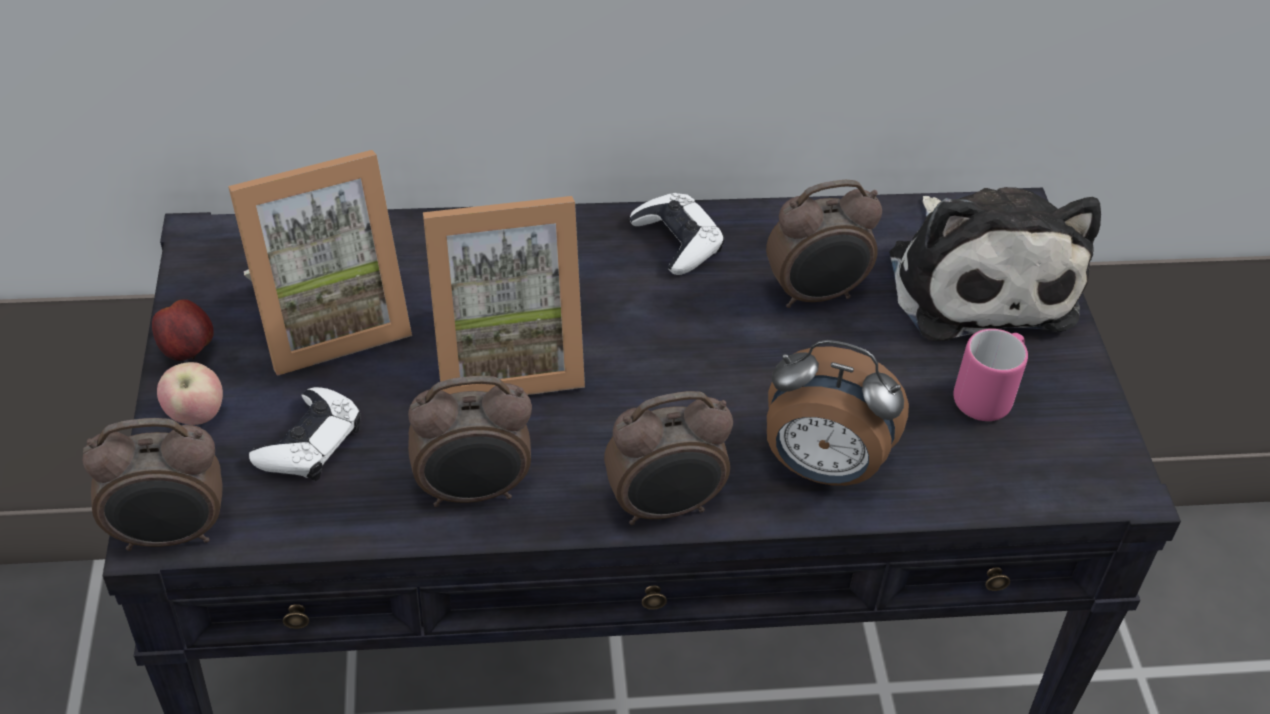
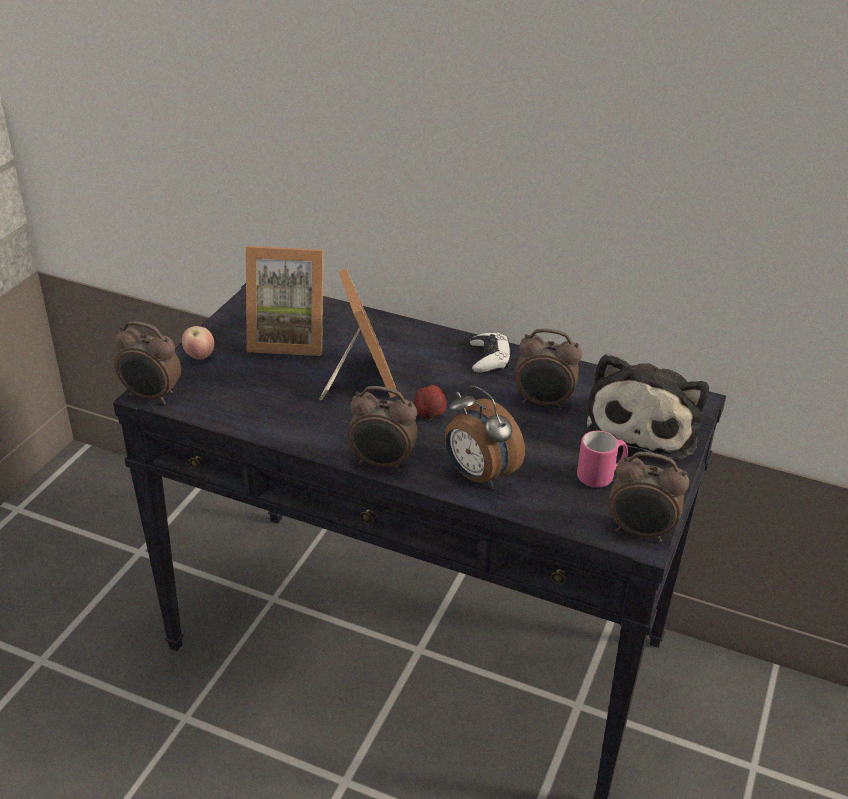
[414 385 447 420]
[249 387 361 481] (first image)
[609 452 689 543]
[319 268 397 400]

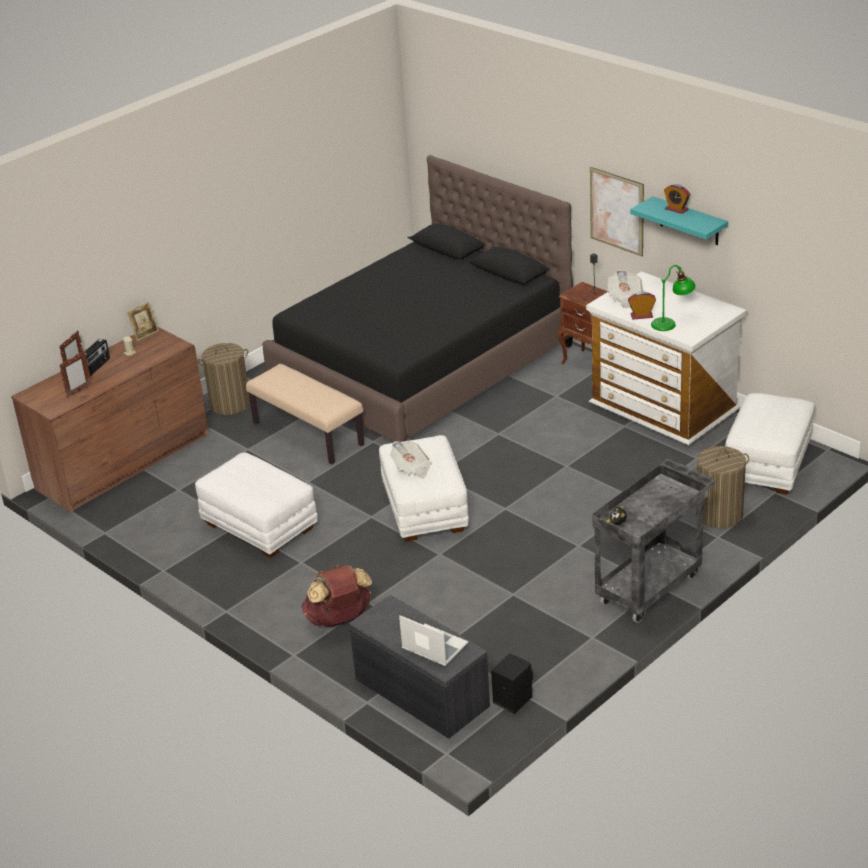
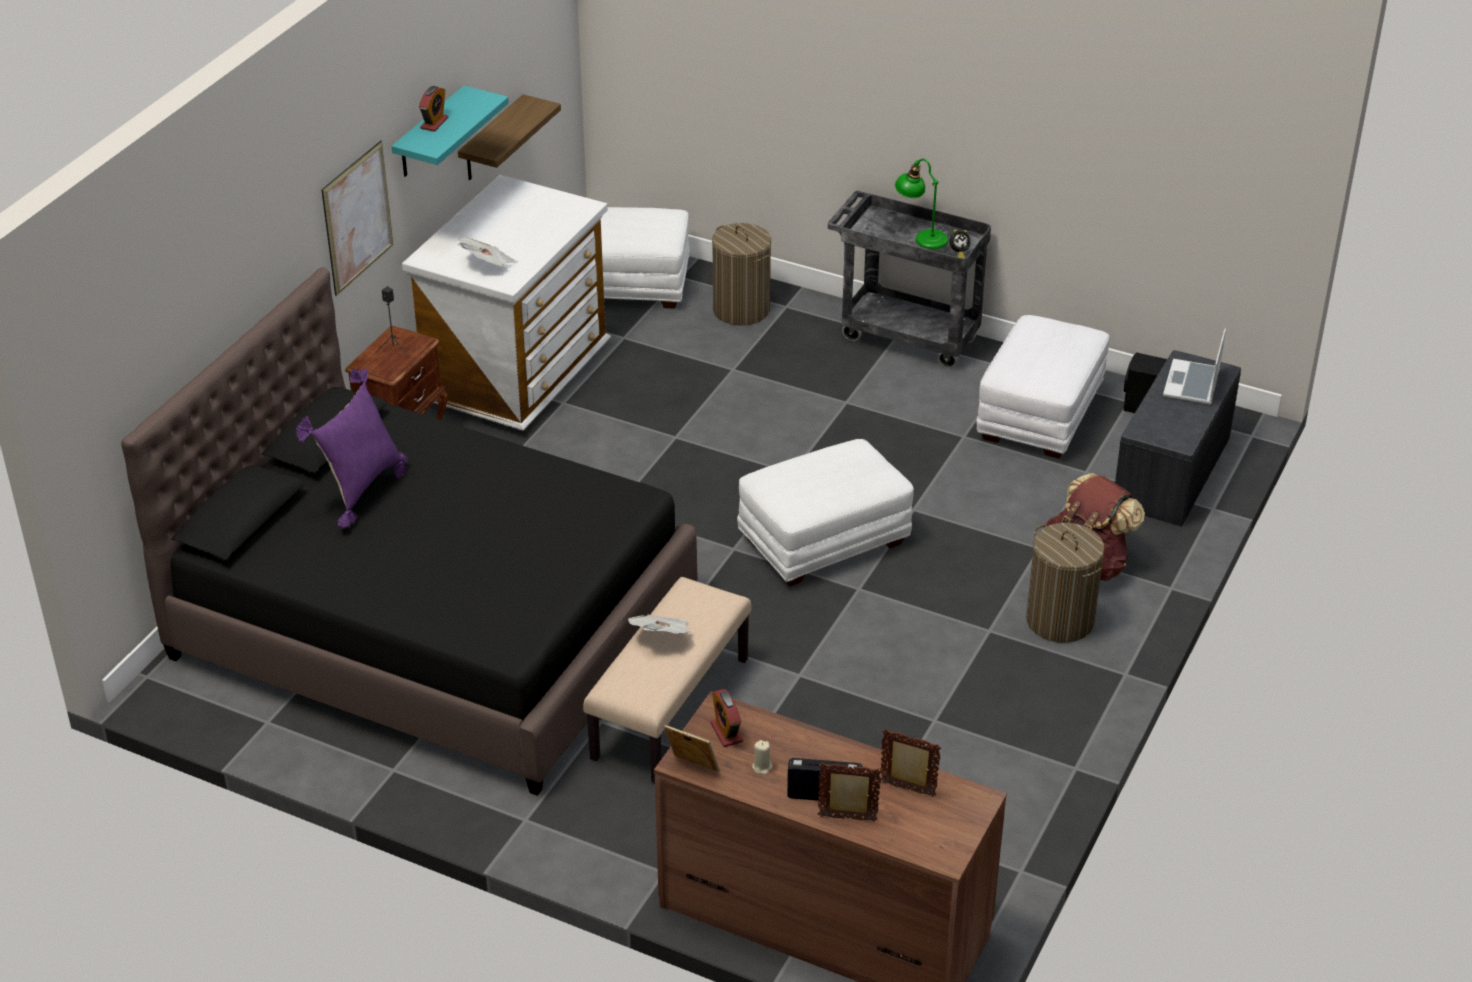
[976 315 1109 458]
[1026 523 1105 643]
[628 615 691 634]
[710 689 743 747]
[895 159 948 249]
[296 368 408 529]
[458 94 561 180]

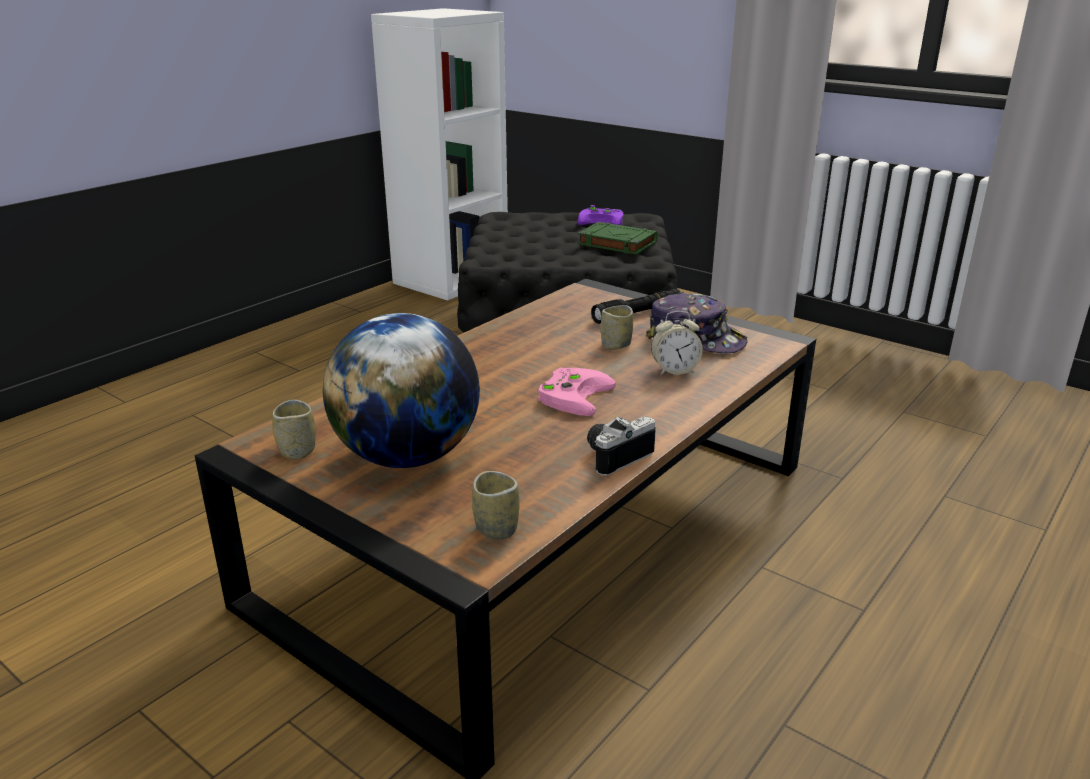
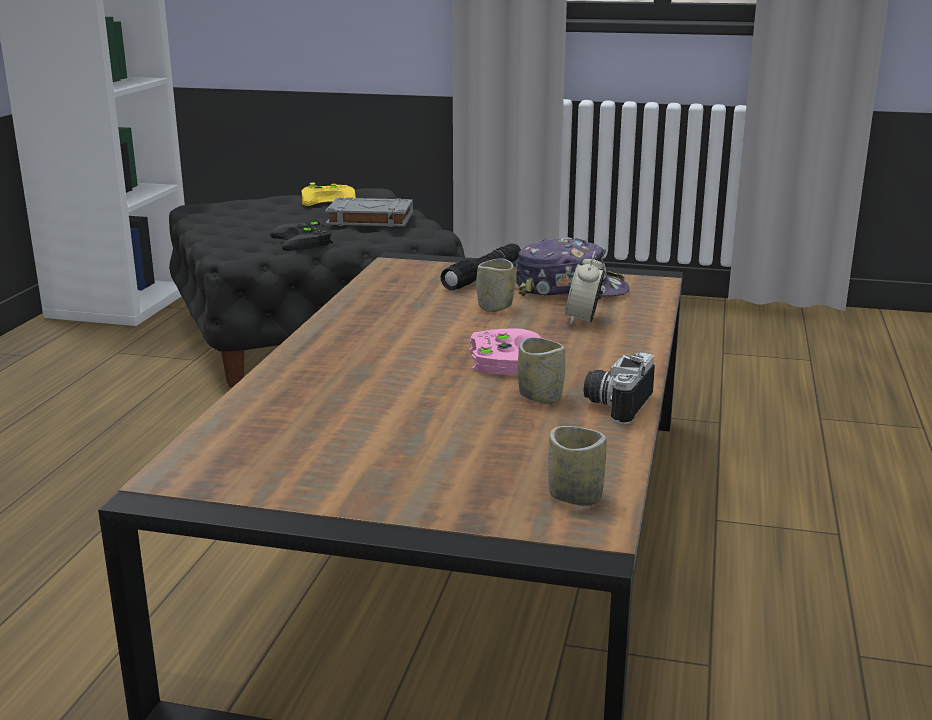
[518 337 565 404]
[323 313 480 468] (first image)
[301 183 356 206]
[325 197 413 227]
[565 251 605 325]
[270 219 333 251]

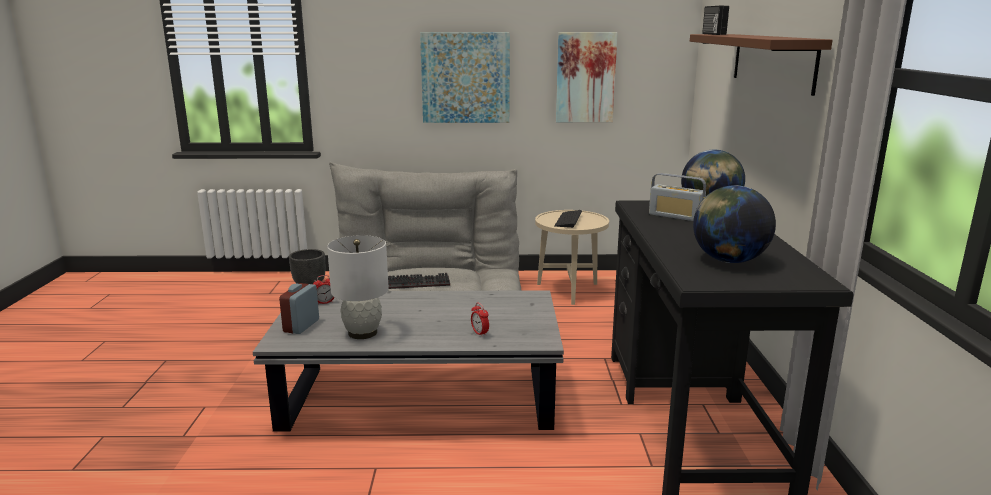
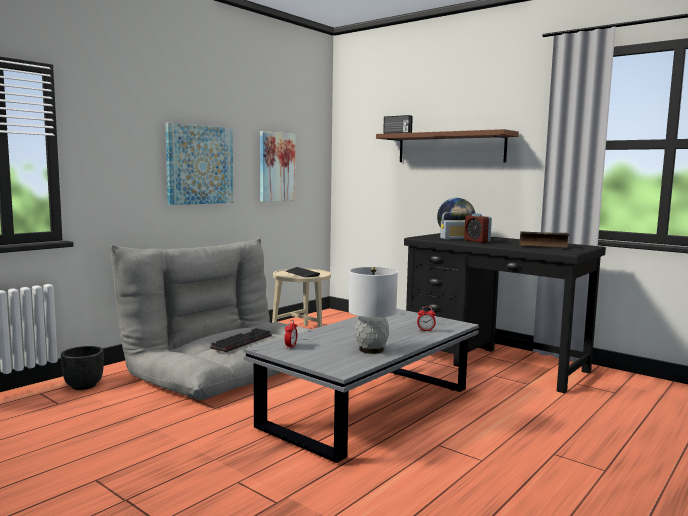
[464 213 492 243]
[519 231 570 248]

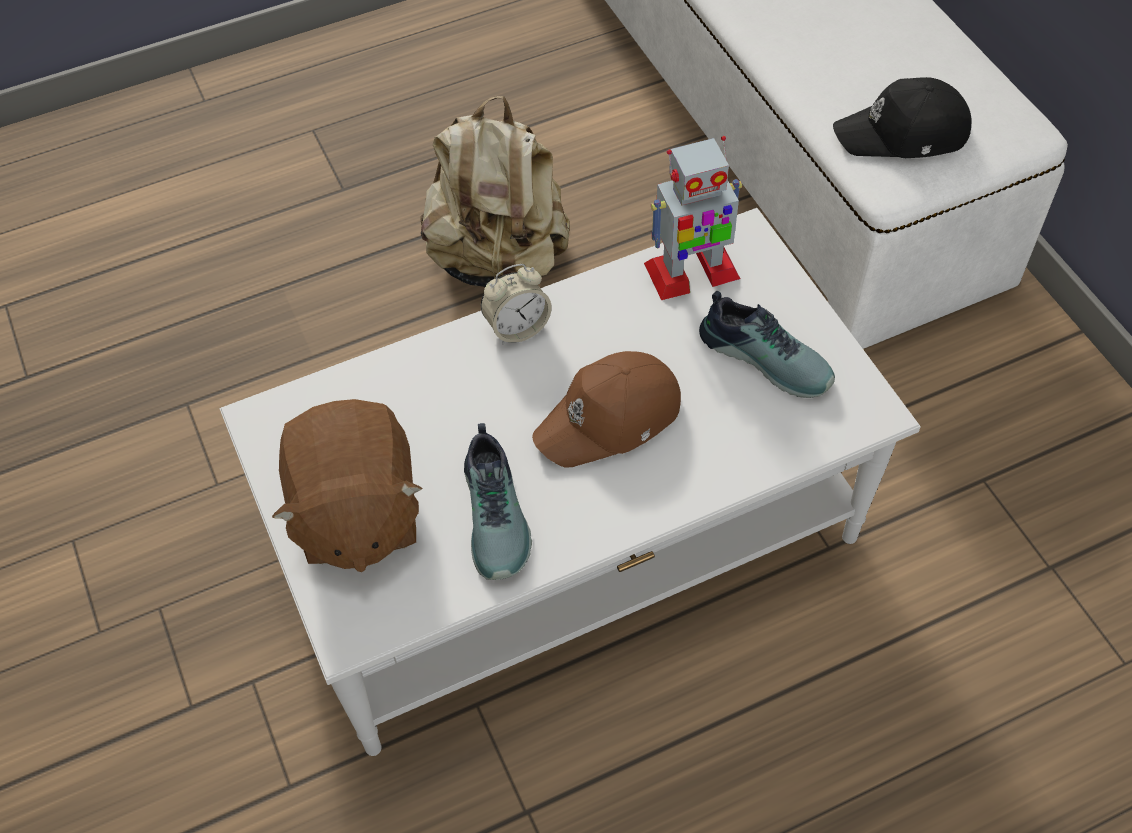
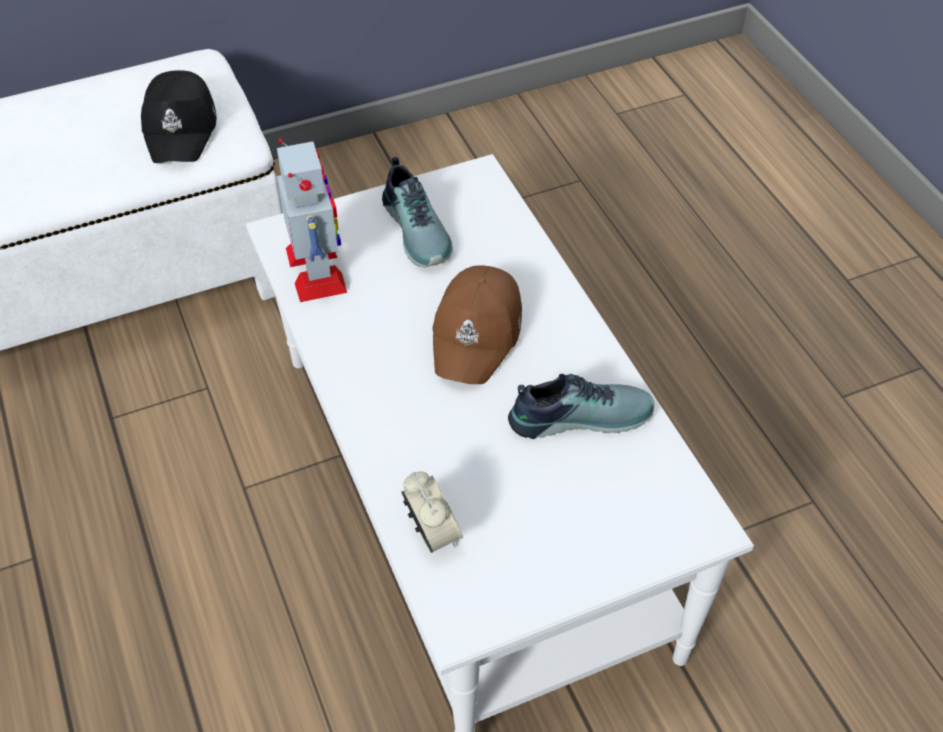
[272 399 422 572] (first image)
[420 96 570 287] (first image)
[401 472 463 553]
[432 265 522 384]
[382 157 453 267]

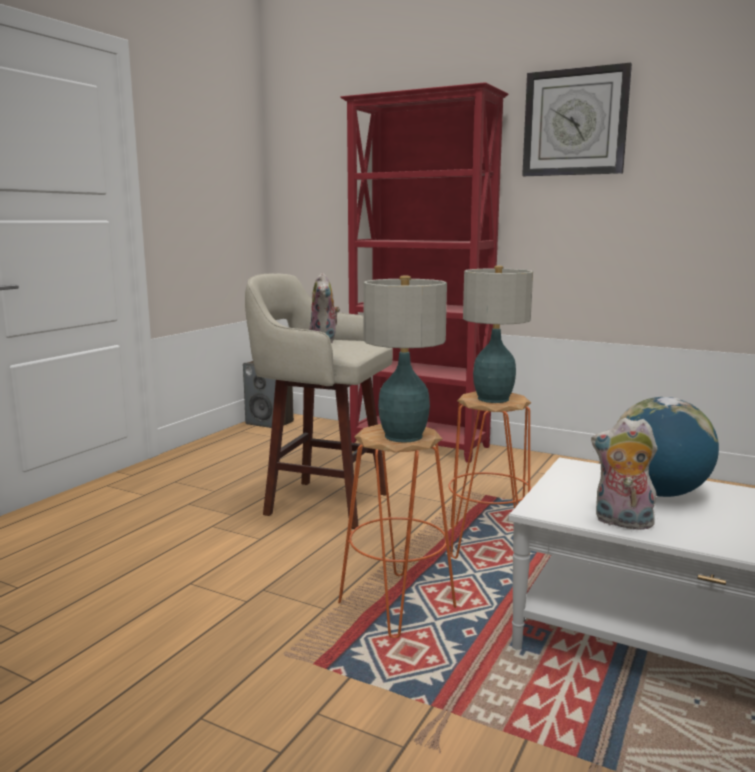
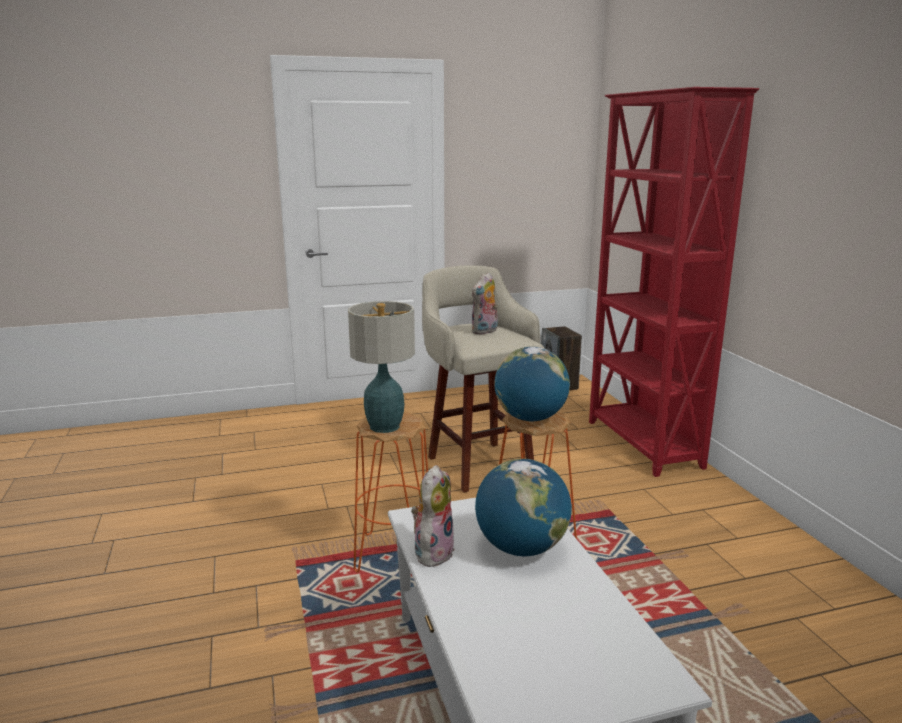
[494 347 570 421]
[522 63 632 176] (first image)
[411 465 455 567]

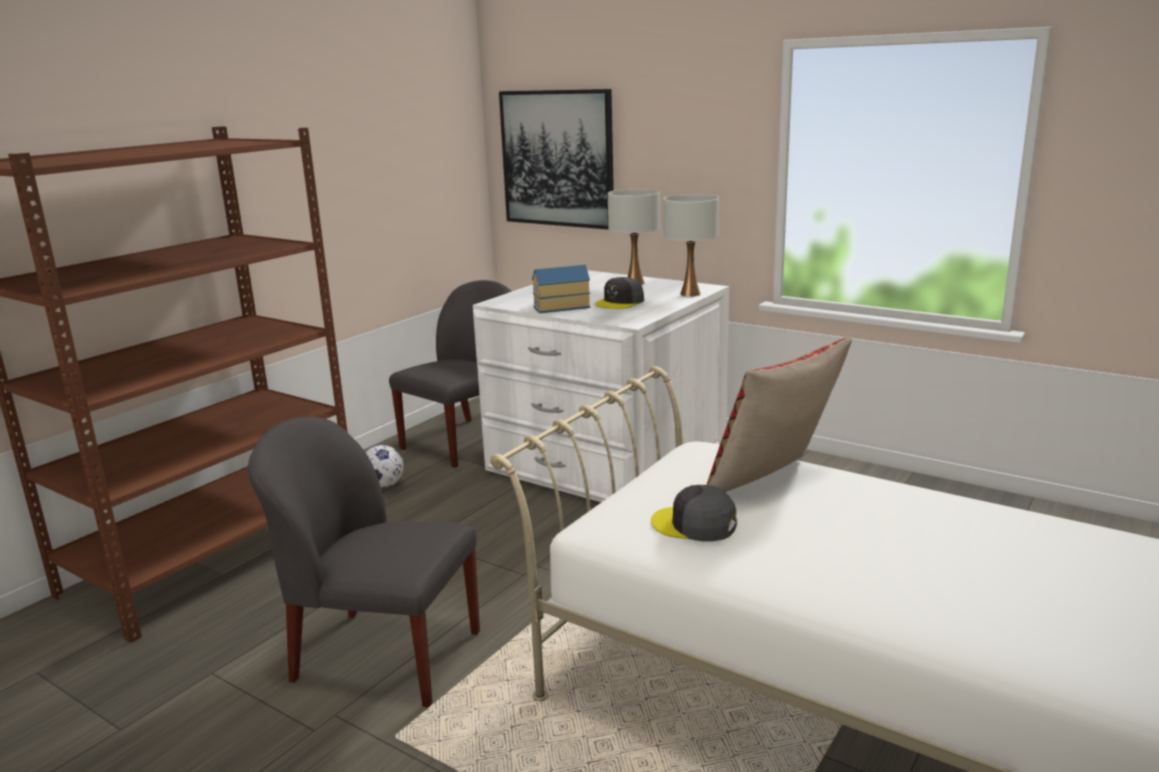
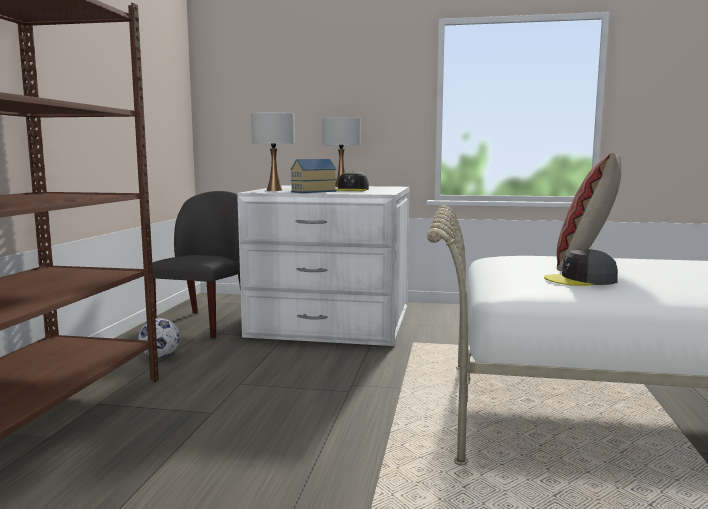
[248 417 480 708] (first image)
[499 89 614 230] (first image)
[251 112 295 191]

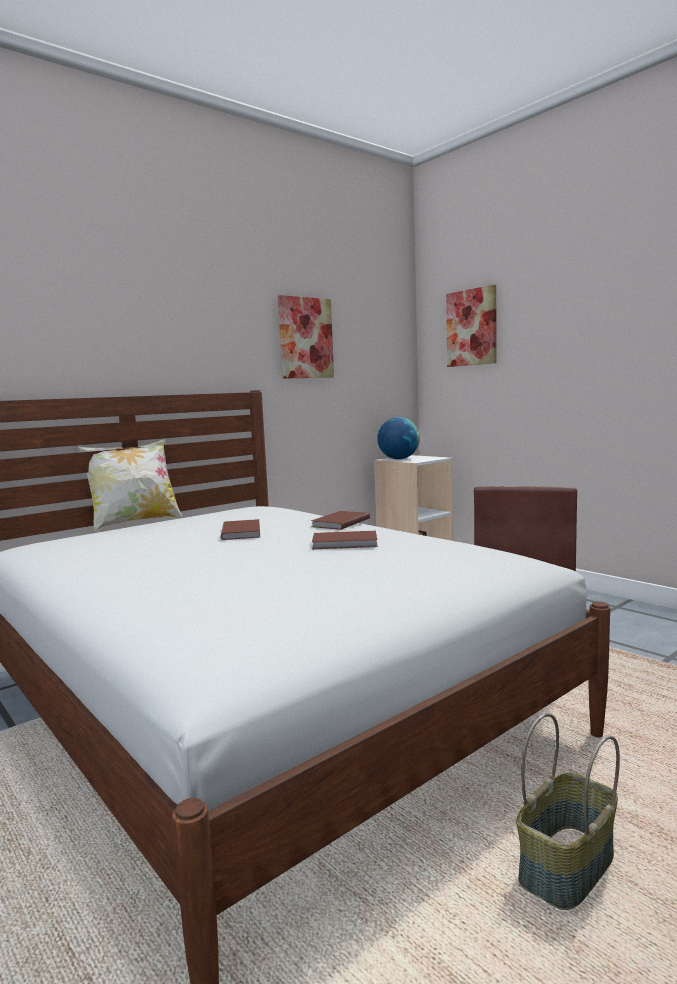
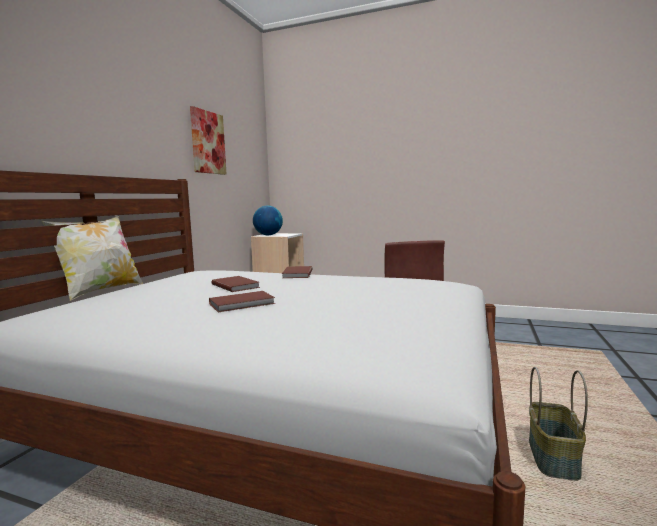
[209 291 275 312]
[446 285 497 367] (first image)

